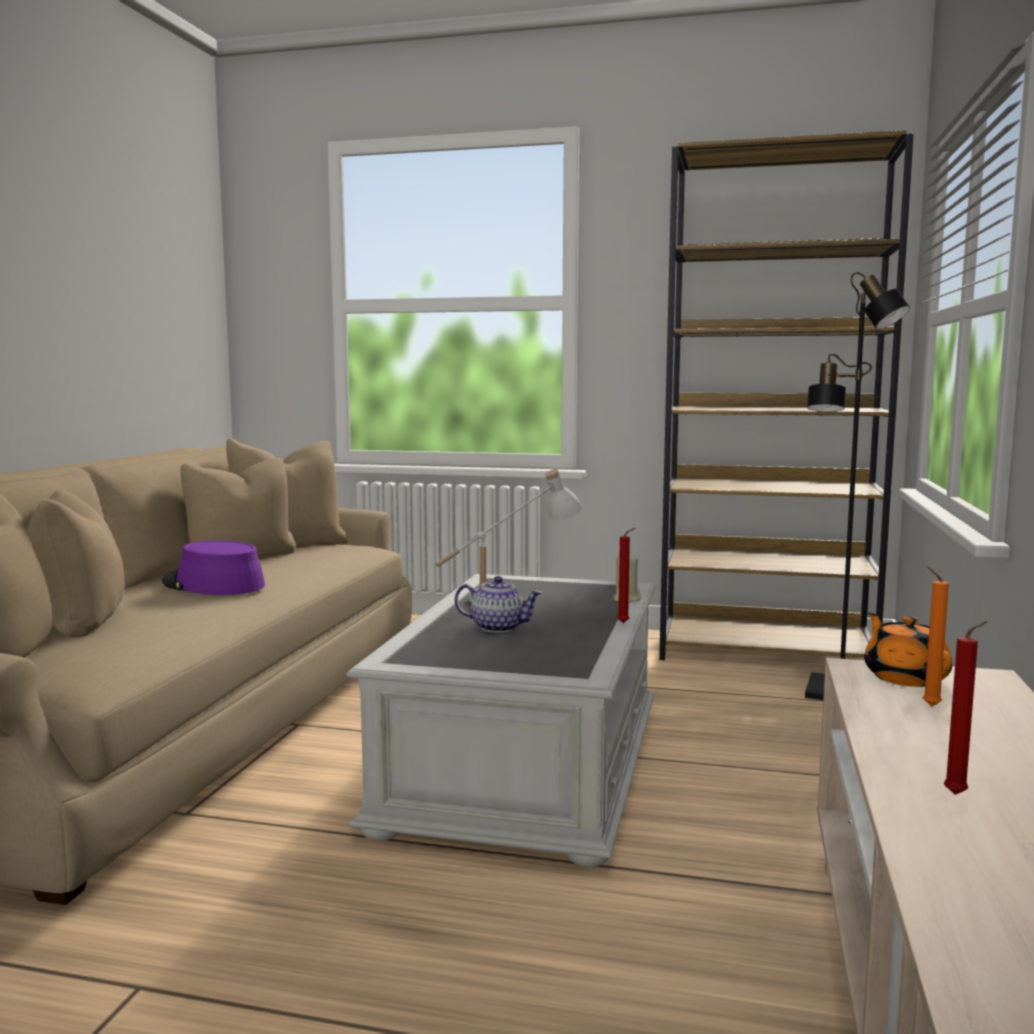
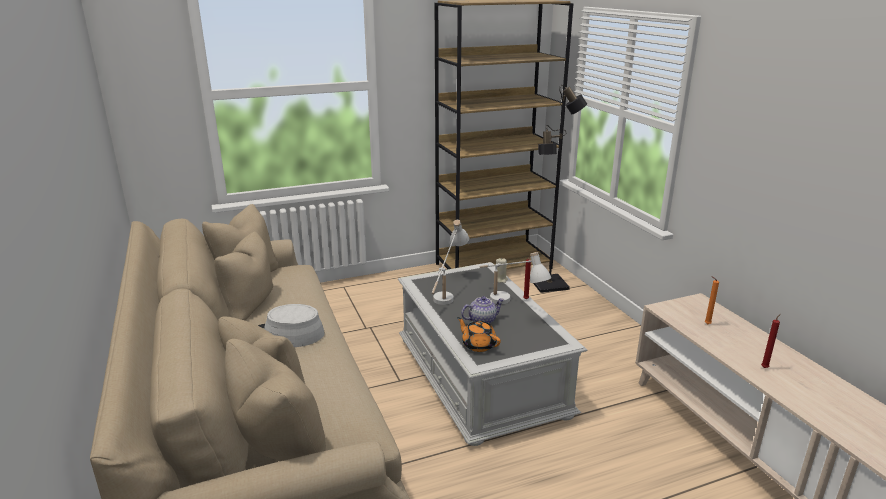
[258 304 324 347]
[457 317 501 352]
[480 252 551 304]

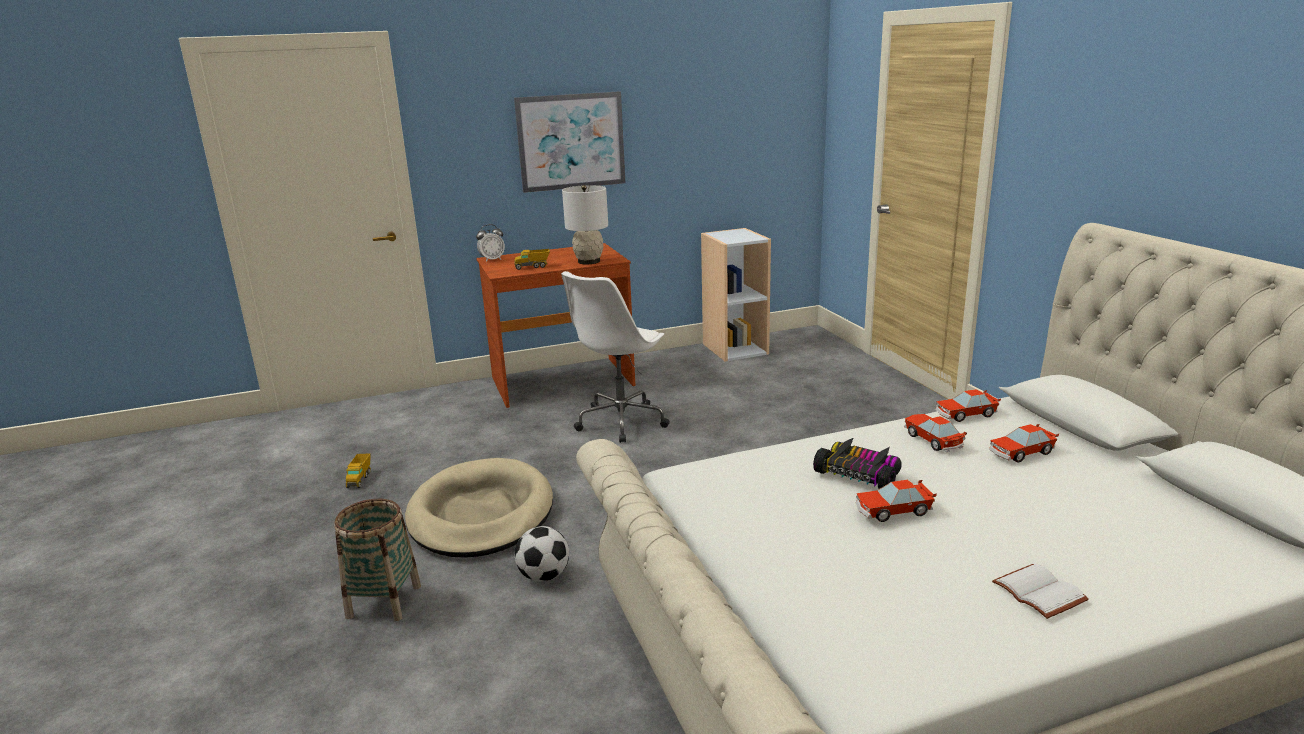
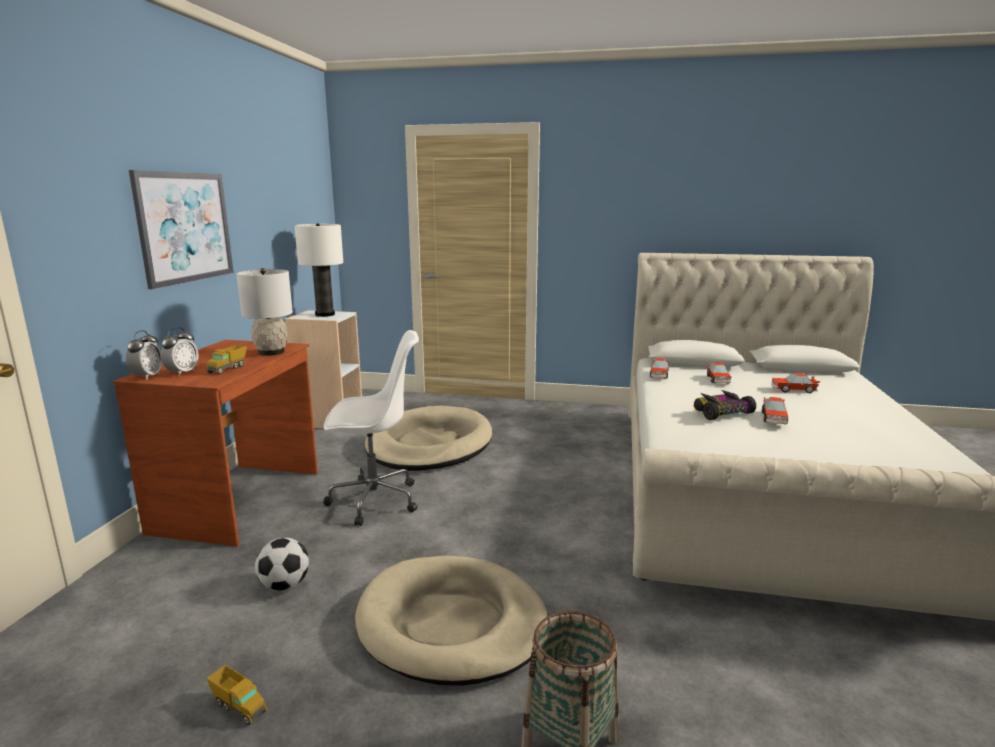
[255 538 309 591]
[323 330 419 526]
[771 373 820 393]
[992 564 1089 619] (first image)
[160 327 199 376]
[295 224 343 317]
[365 406 492 471]

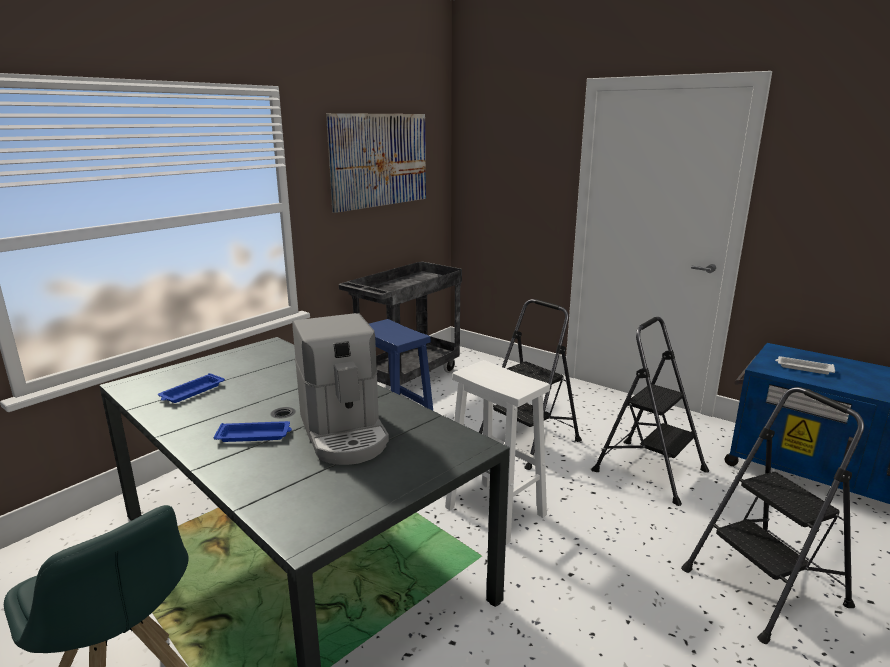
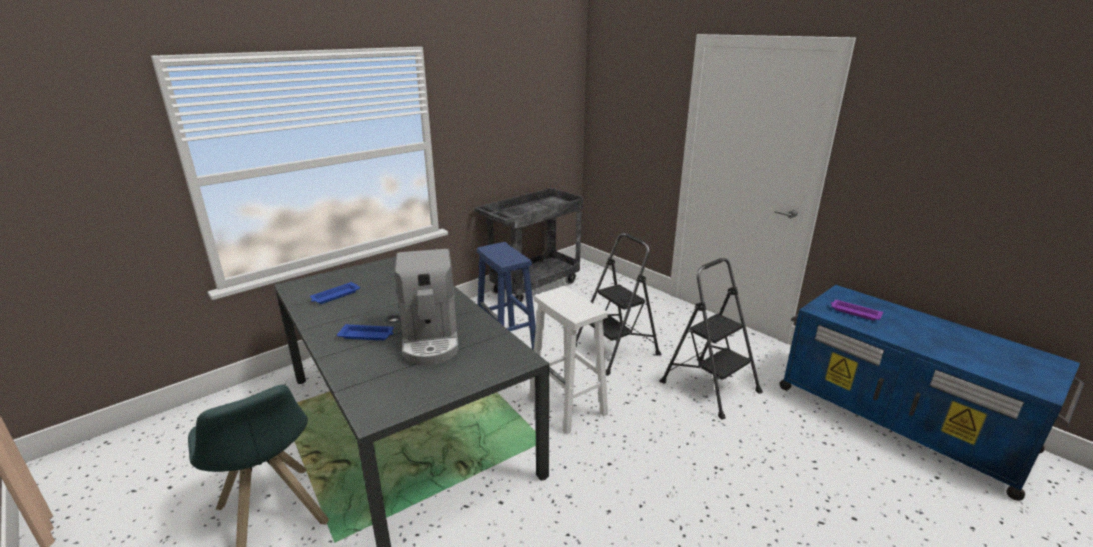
[326 113 426 213] (first image)
[681 387 864 644] (first image)
[831 300 883 321]

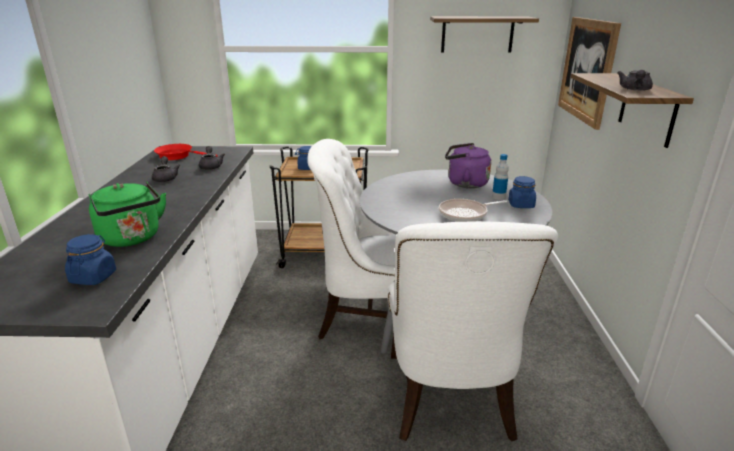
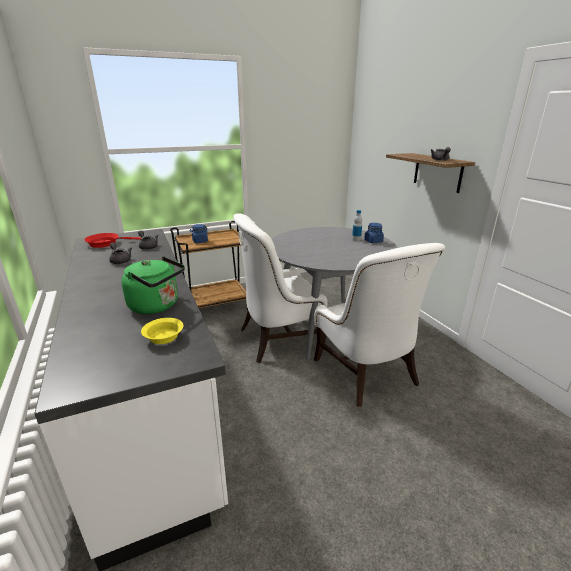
[141 318 183 344]
[430 16 539 53] (first image)
[439 199 507 222] (first image)
[445 143 491 188] (first image)
[558 17 621 130] (first image)

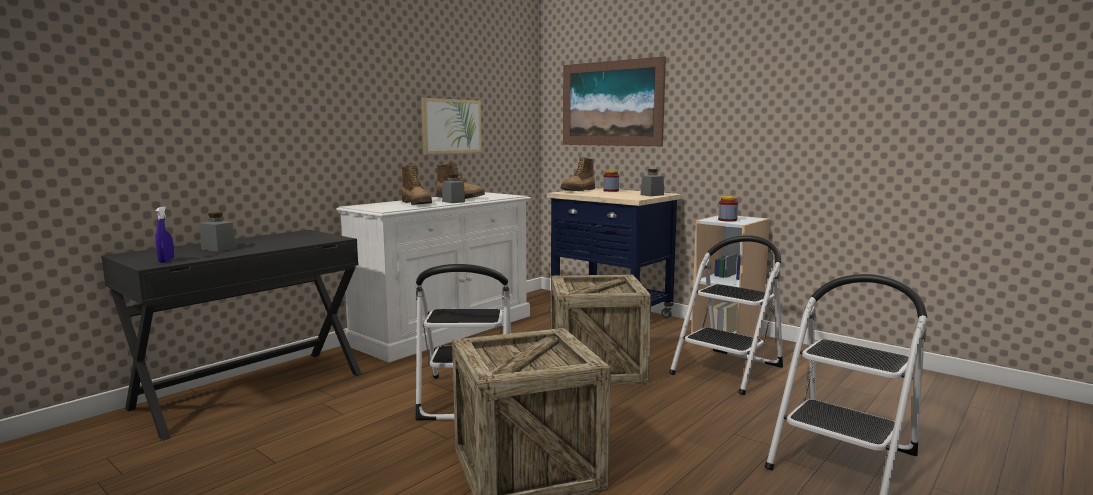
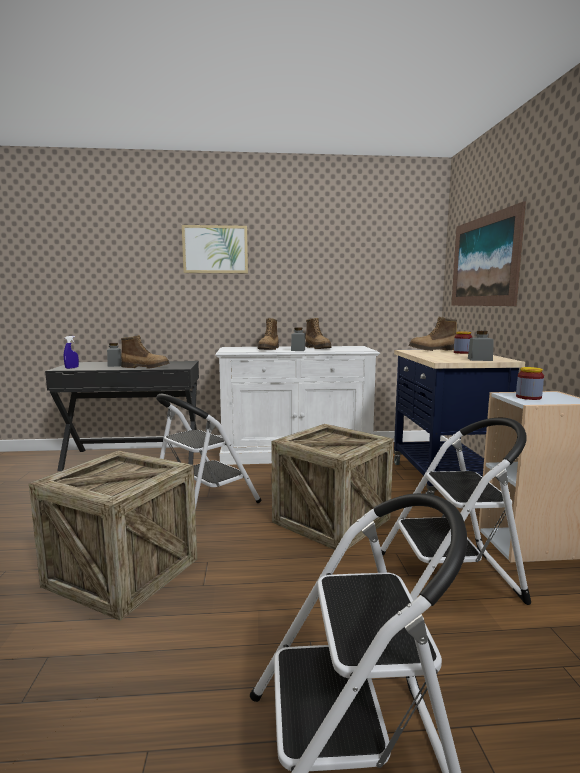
[182 225 248 273]
[121 335 169 369]

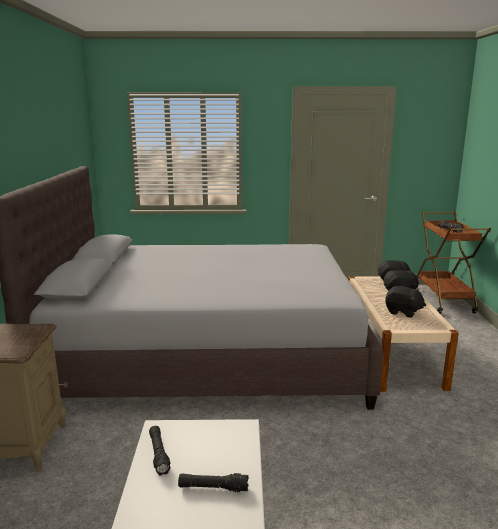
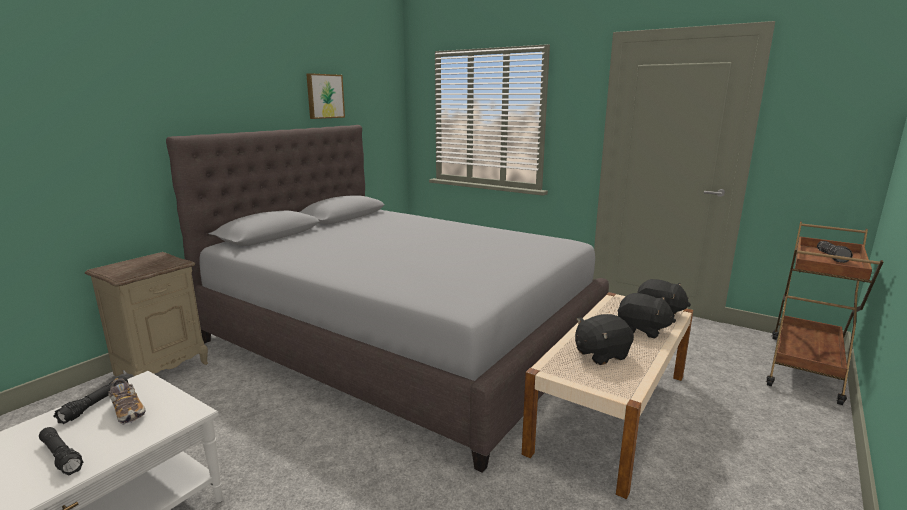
[575 314 634 365]
[108 378 146 425]
[306 73 345 119]

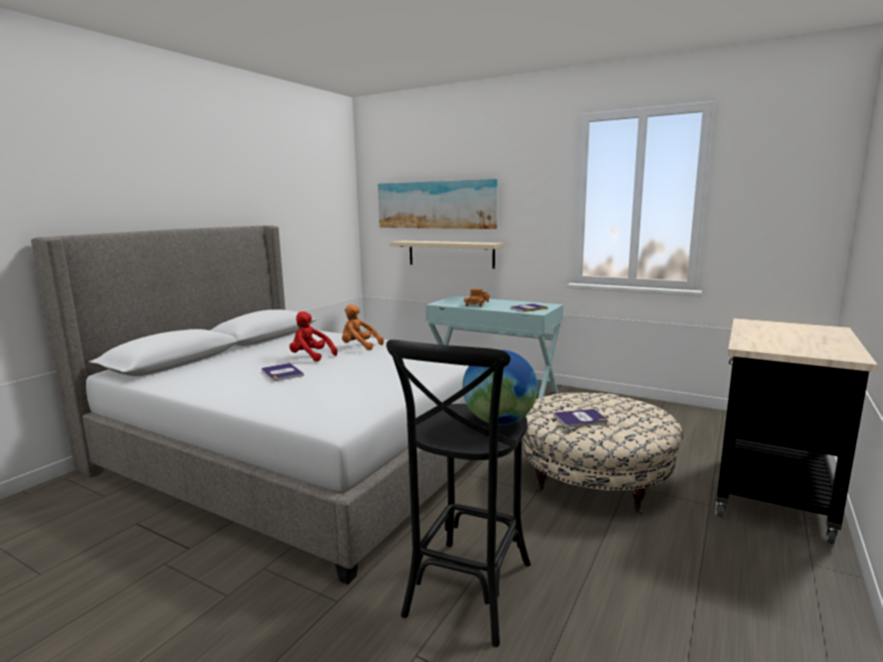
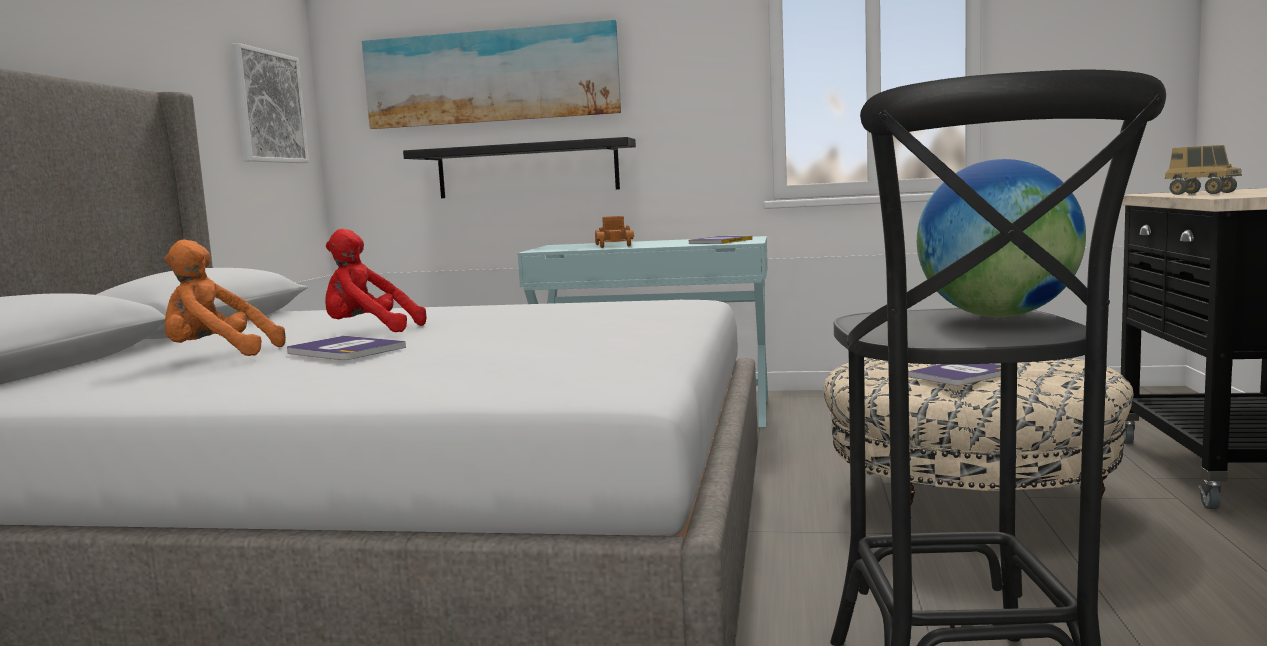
[165 240 286 356]
[403 137 636 198]
[231 43 309 163]
[1165 145 1242 195]

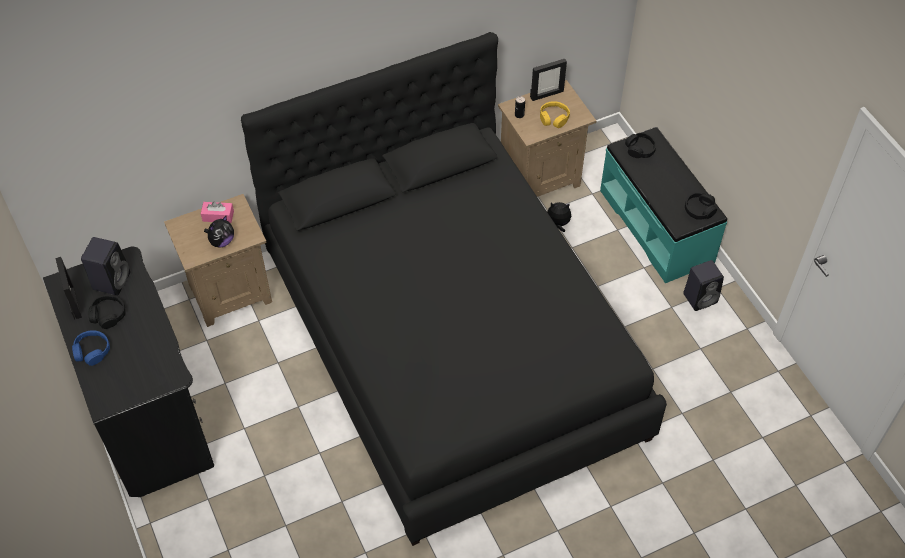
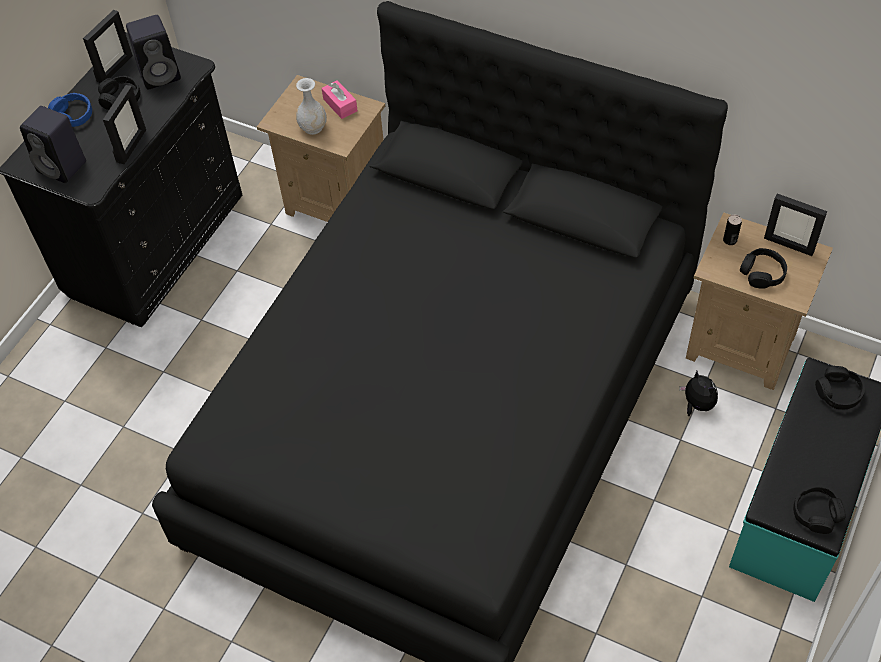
[296 78 327 135]
[740 248 787 289]
[20 106 86 183]
[103 85 146 164]

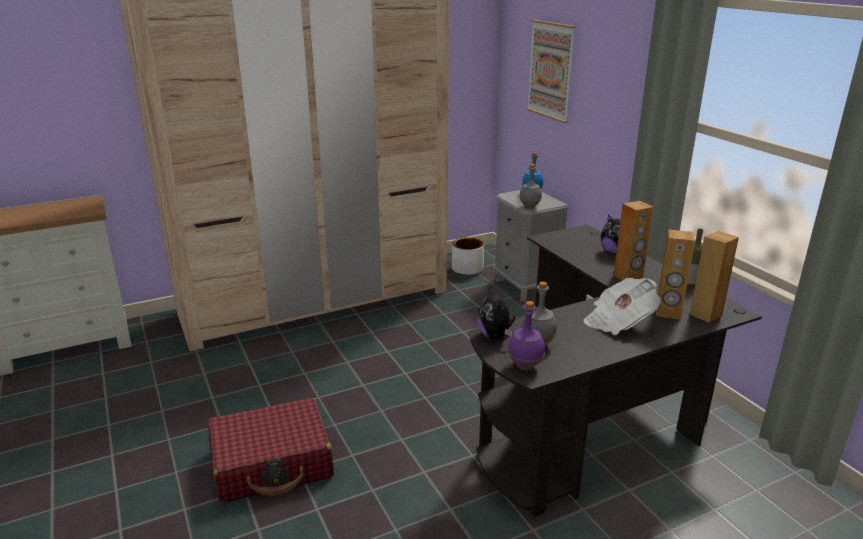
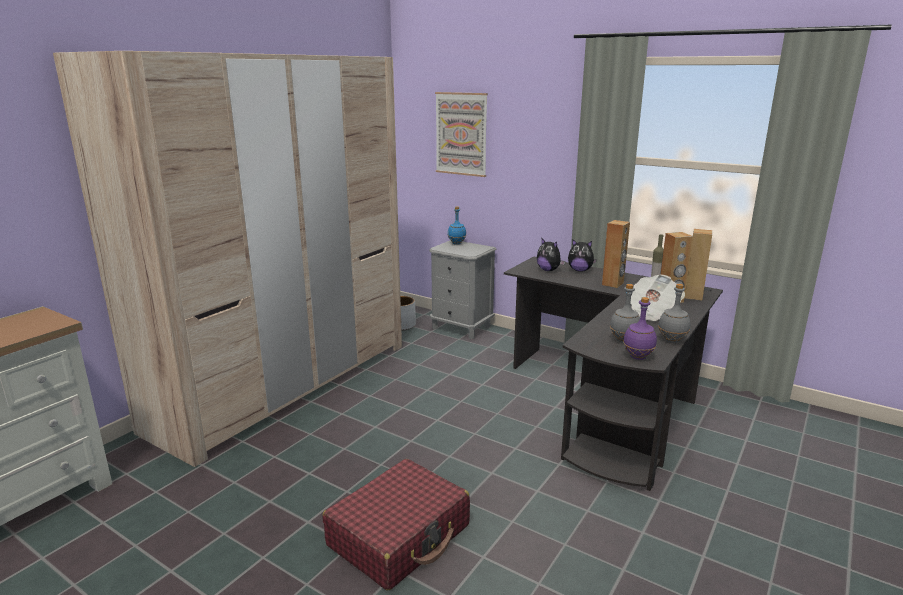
[537 239 565 271]
[658 284 691 343]

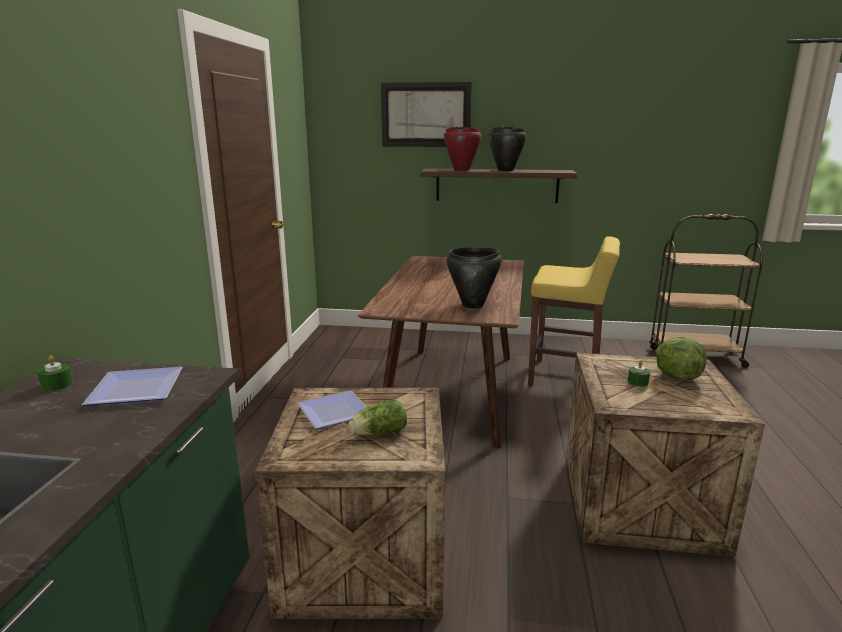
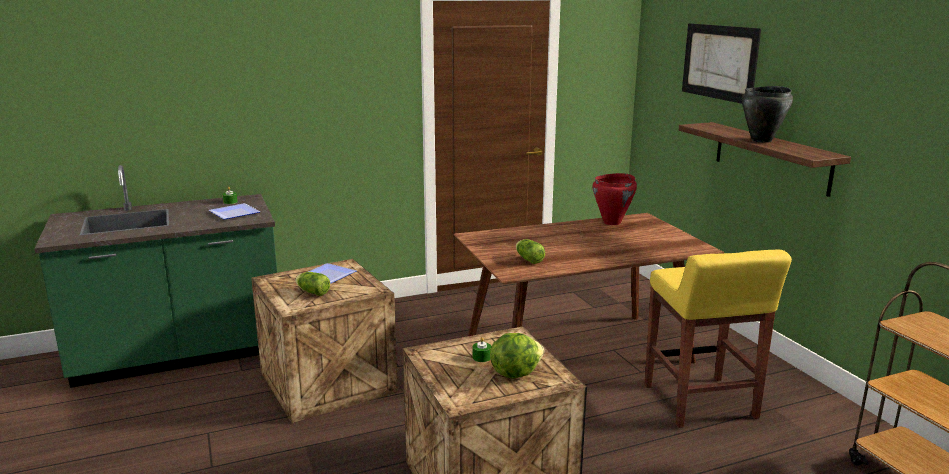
[592 173 637 225]
[516 239 545 264]

